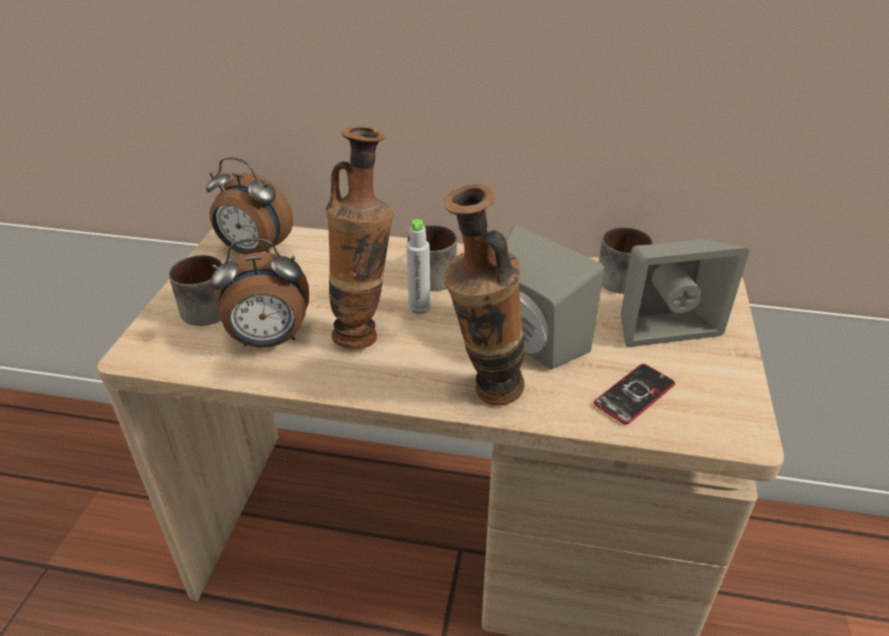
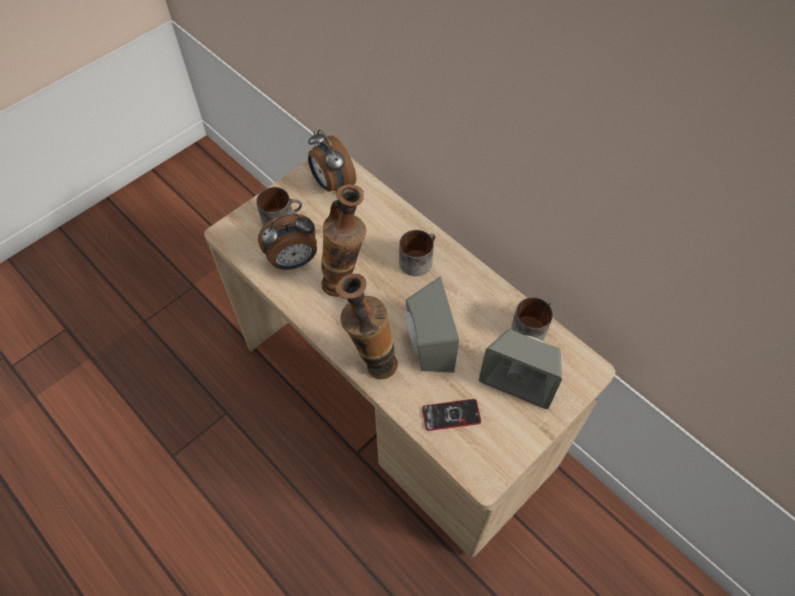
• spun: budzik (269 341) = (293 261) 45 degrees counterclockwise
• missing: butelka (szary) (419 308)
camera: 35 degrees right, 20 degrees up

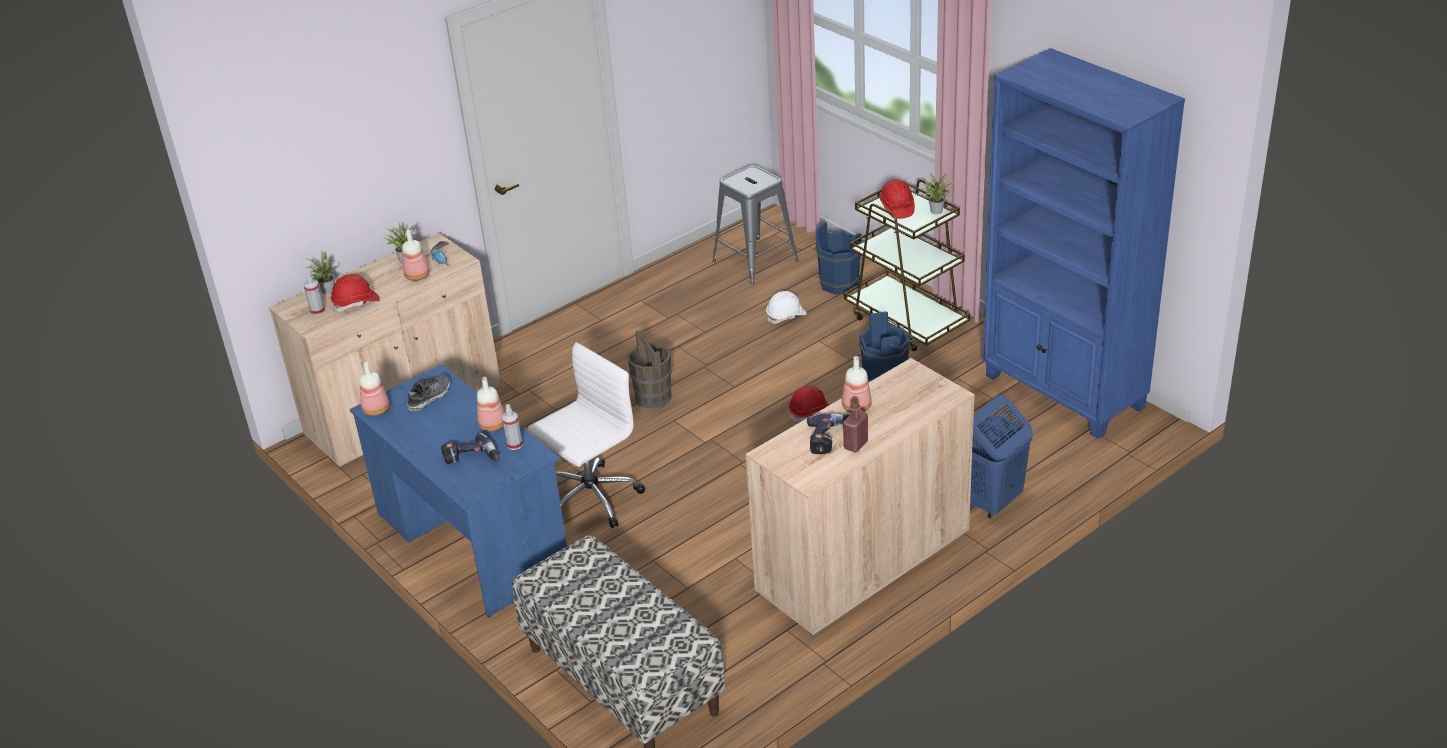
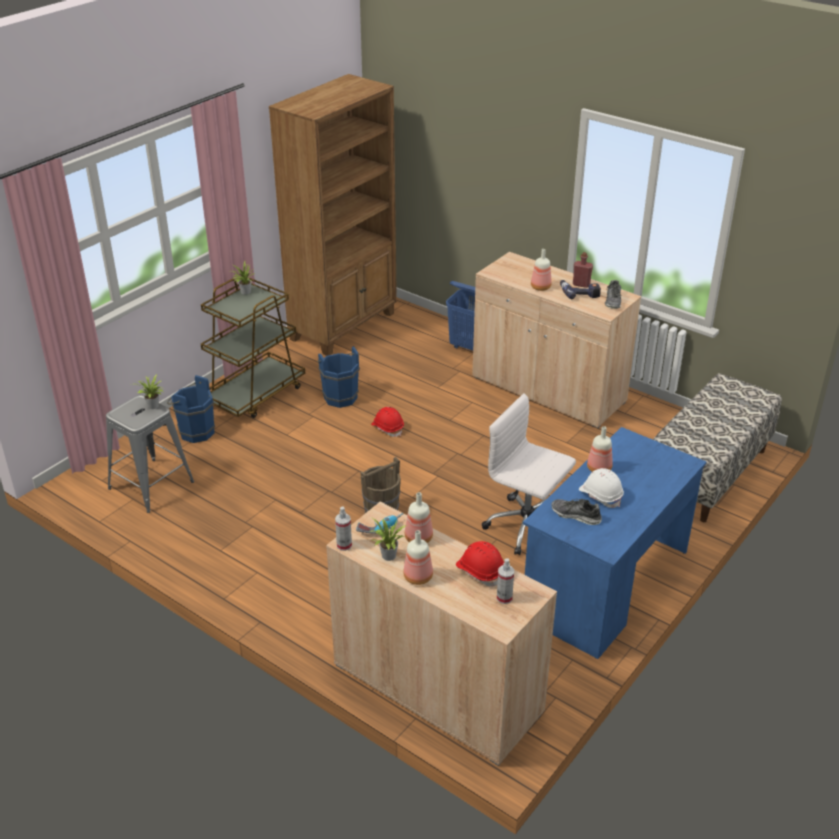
• relocated: roślina doniczkowa (327 291) to (153 406)
• colour: regał (niebieski) (1064 392) to regał (brązowy) (344 326)
• relocated: spryskiwacz (514 445) to (344 545)
• relocated: butelka (377 410) to (418 576)
• relocated: kask (biały) (786 316) to (600 495)
• appeared: but (613 301)
• missing: wiertarka (471 459)
• missing: kask (czerwony) (896 208)
camera: 105 degrees left, 0 degrees up

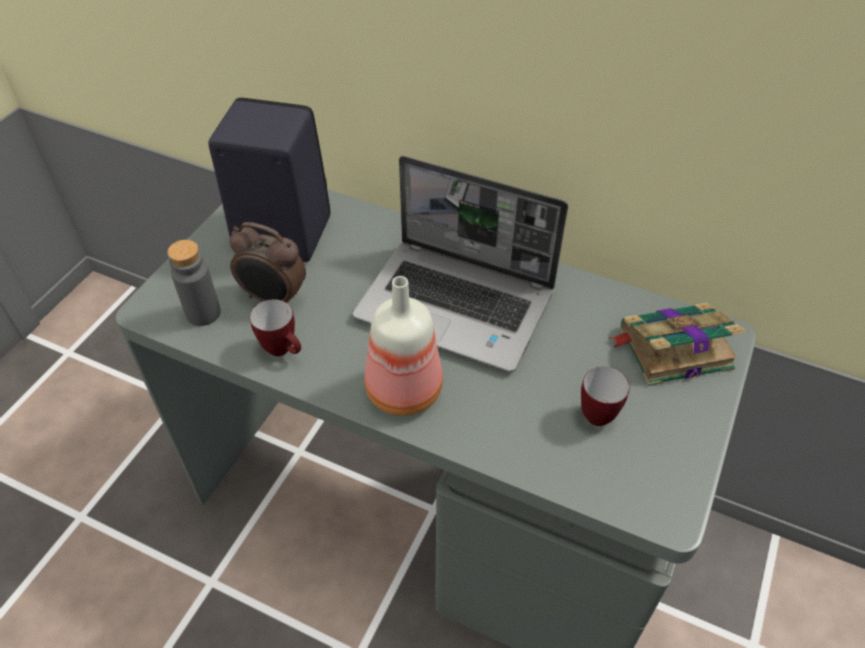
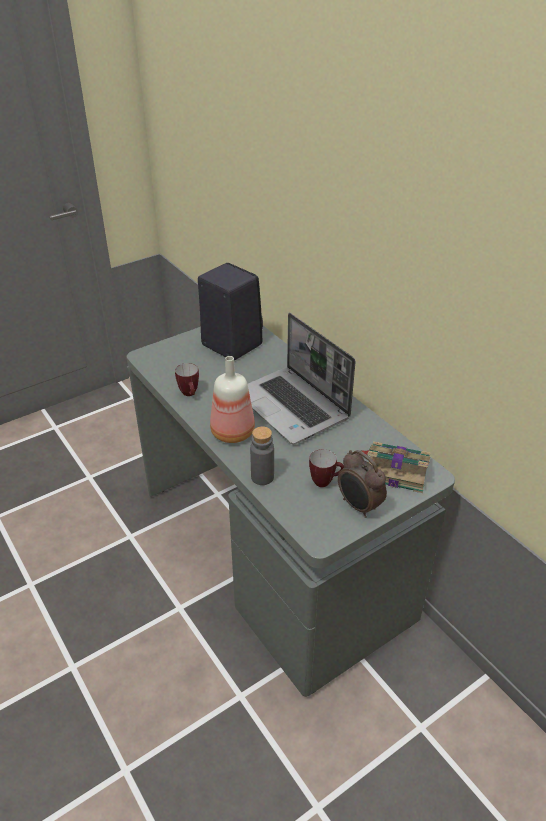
• relocated: butelka (szary) (203 313) to (262 477)
• relocated: budzik (273 298) to (358 506)
camera: 30 degrees right, 10 degrees down

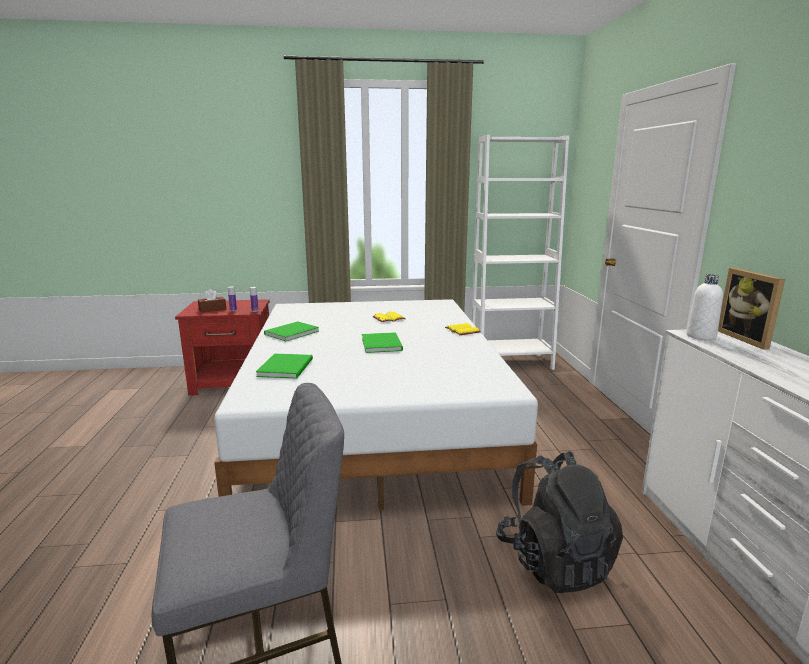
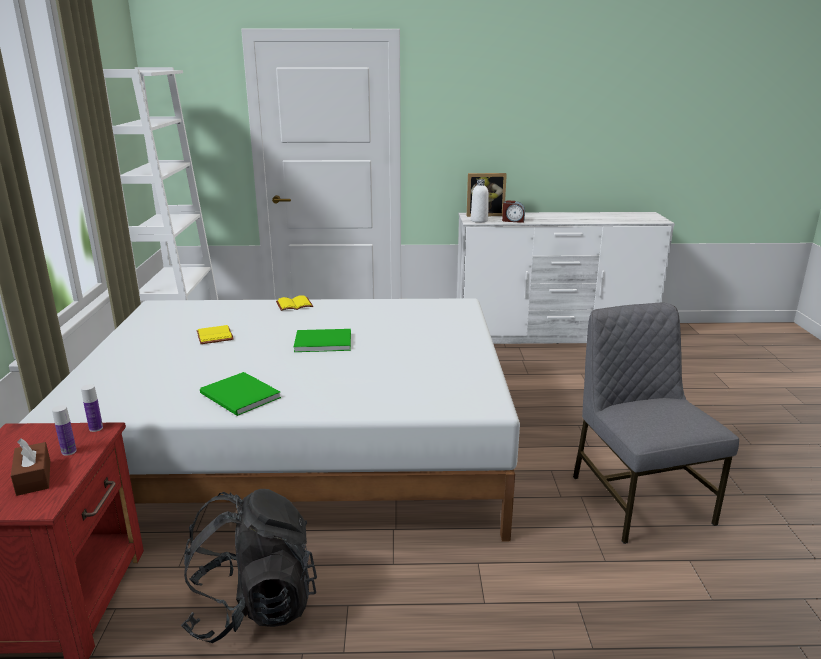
• relocated: plecak (czarny) (554 561) to (253 606)
• appeared: budzik (513 220)
• missing: książka (zielony) (287 367)
camera: 85 degrees left, 5 degrees up

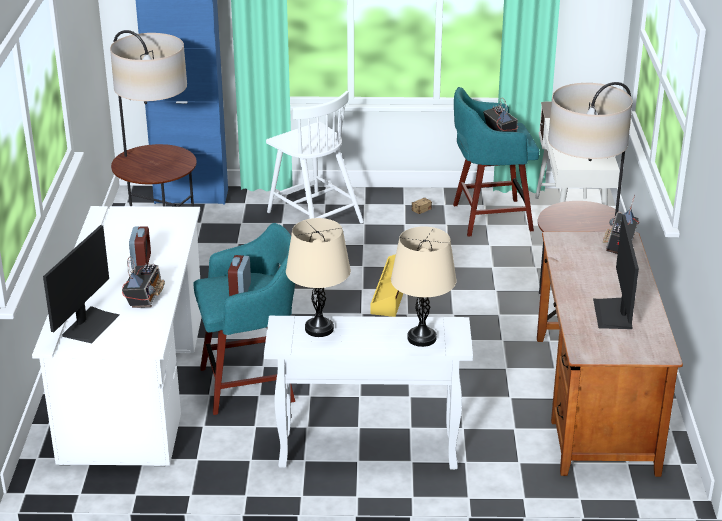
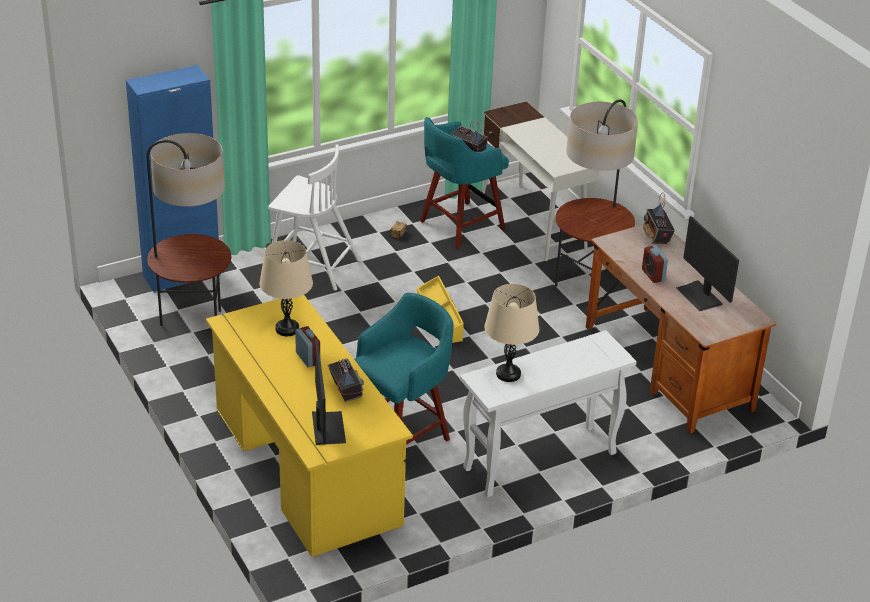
• colour: biurko (biały) (134 383) to biurko (żółty) (306 467)
• relocated: lampa stołowa (beżowy) (421 338) to (287 329)
• relocated: budzik (240 291) to (653 275)
camera: 30 degrees left, 5 degrees up

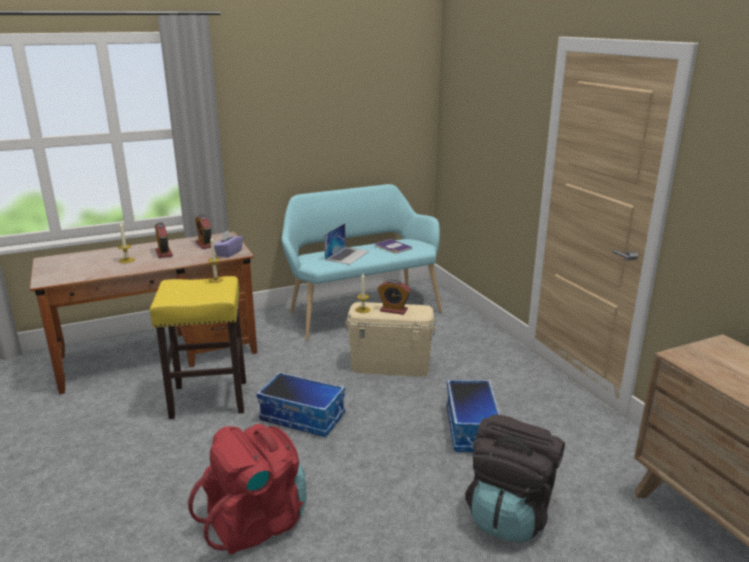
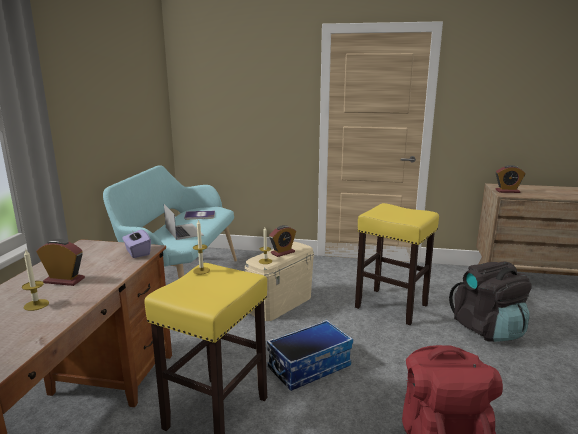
• exchanged: pojemnik do przechowywania (472 429) to stołek (żółty) (392 306)
• relocated: budzik (205 244) to (507 191)
camera: 55 degrees left, 5 degrees down

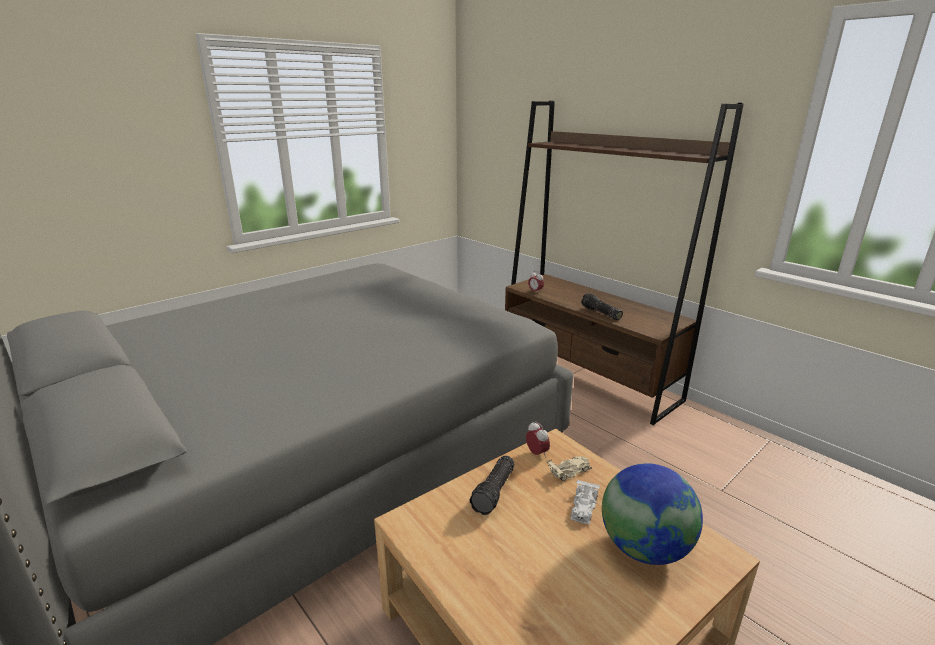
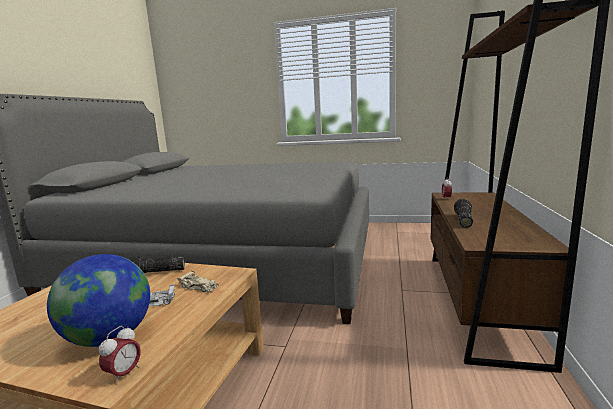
• relocated: budzik (537 453) to (124 374)
camera: 55 degrees right, 10 degrees down

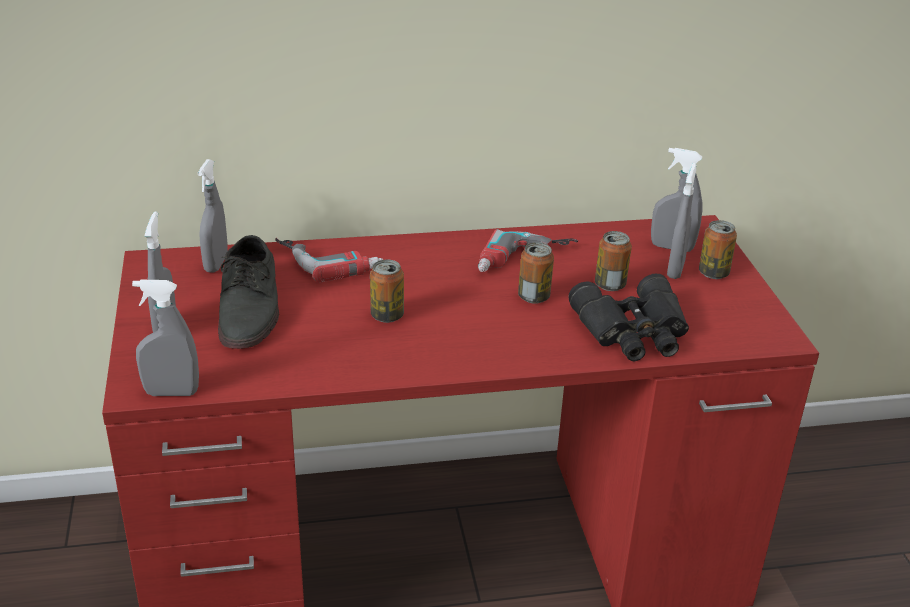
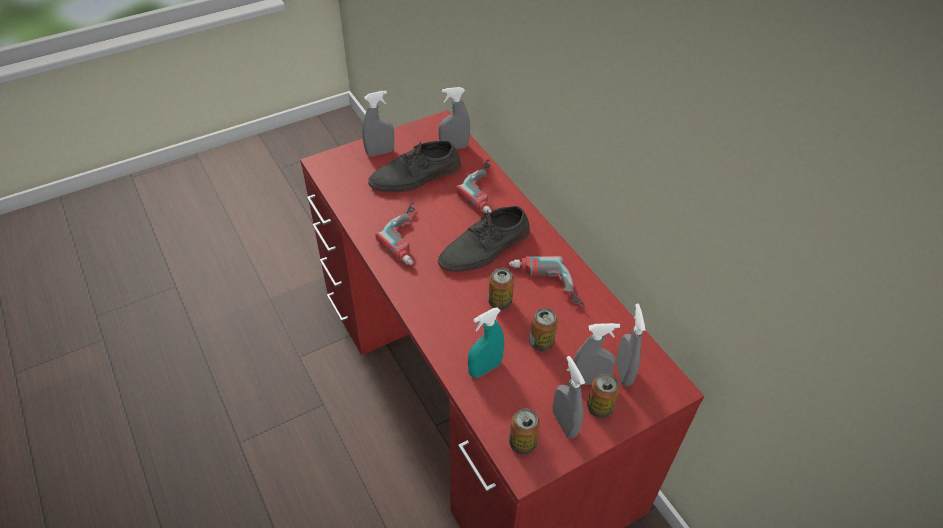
• appeared: wiertarka (411 237)
• appeared: but (szary) (485 248)
• exchanged: lornetka (czarny) (633 331) to spryskiwacz (turkusowy) (485 368)
• relocated: puszka (387 315) to (522 443)
• relocated: spryskiwacz (szary) (171 393) to (564 423)
camera: 70 degrees right, 15 degrees up

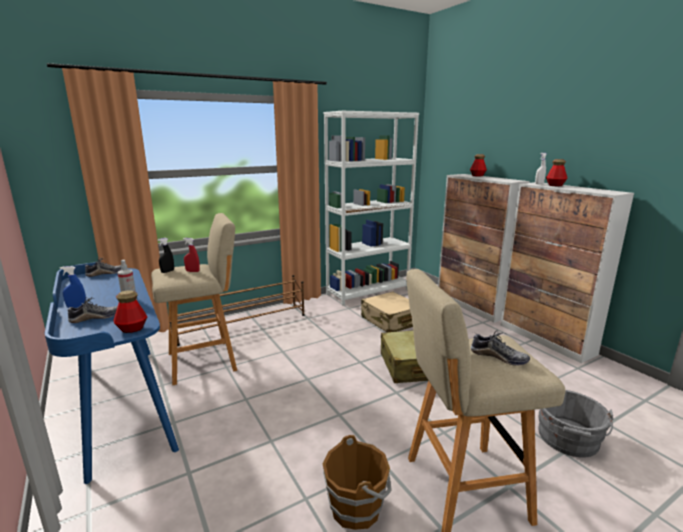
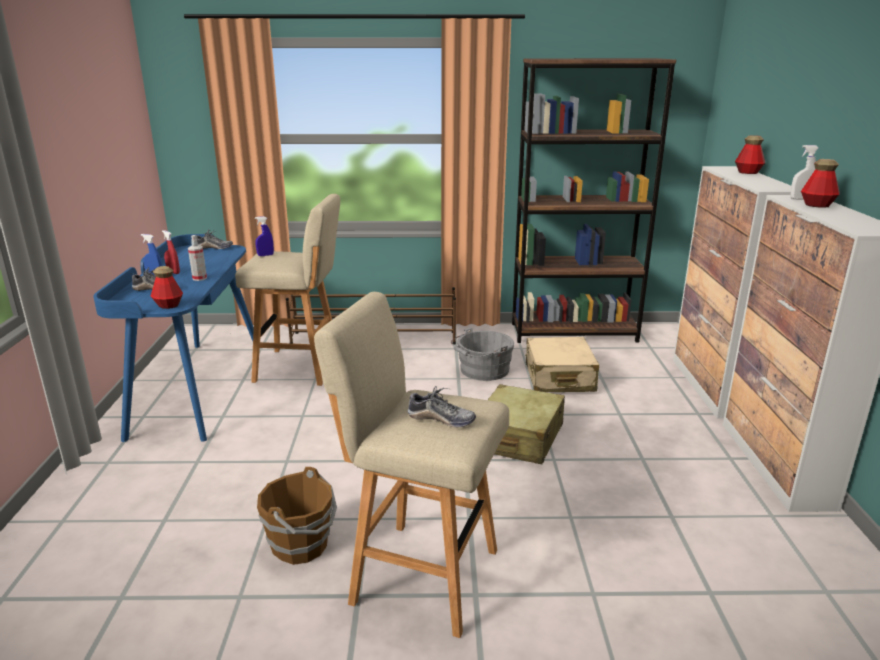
• relocated: spryskiwacz (czerwony) (192 271) to (173 272)
• colour: spryskiwacz (czarny) (167 271) to spryskiwacz (niebieski) (265 255)
• spun: but (498 357) = (441 419) 45 degrees counterclockwise
• relocated: wiadro (szary) (568 440) to (482 370)
• colour: regał (biały) (368 291) to regał (brązowy) (574 332)
camera: 30 degrees right, 5 degrees up

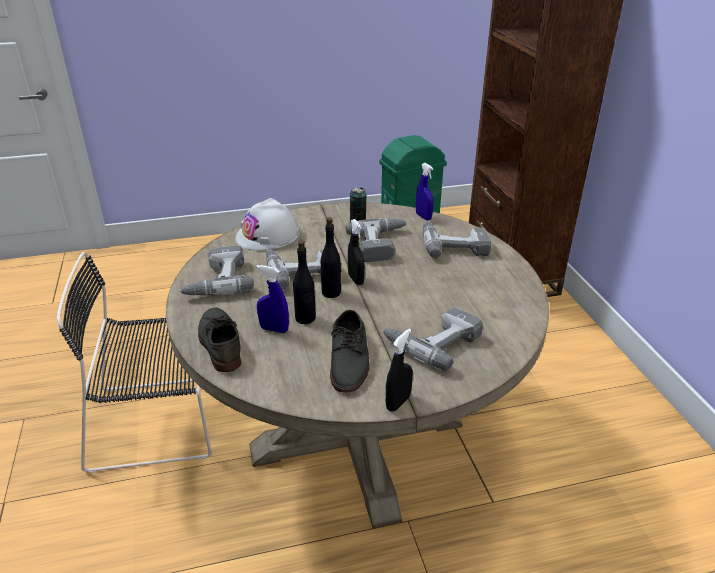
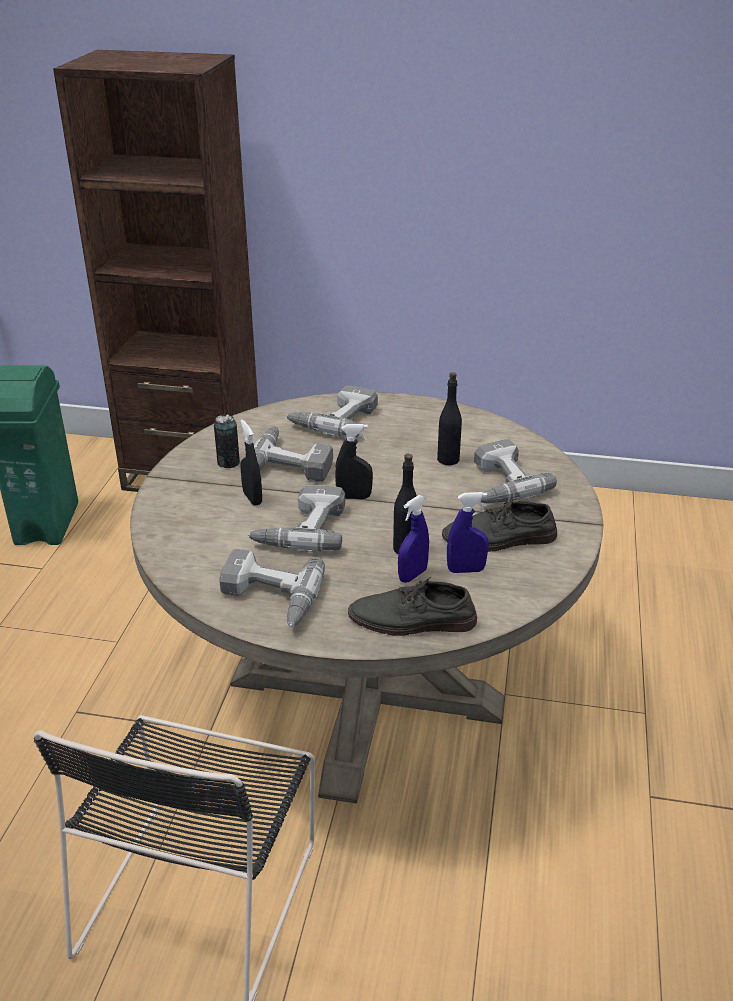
• relocated: spryskiwacz (czarny) (398 402) to (252 498)
• relocated: butelka (czarny) (331 292) to (448 459)
• spun: but (szary) (350 360) = (499 538) 150 degrees clockwise
• relocated: spryskiwacz (niebieski) (423 217) to (466 570)
• missing: kask (biały) (268 235)
camera: 65 degrees left, 0 degrees up

